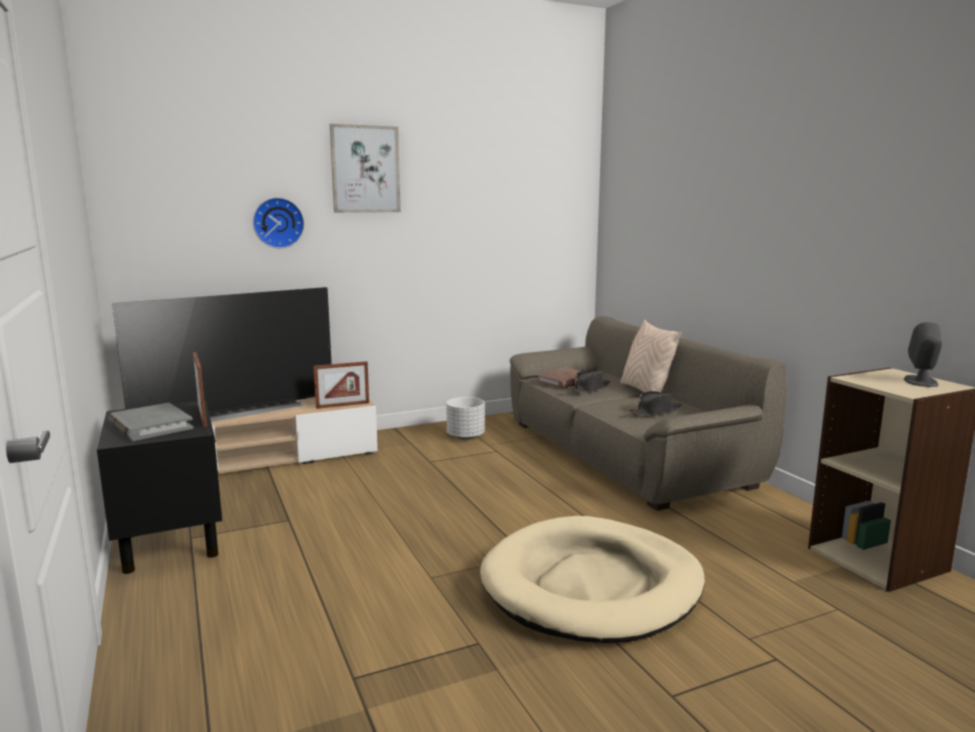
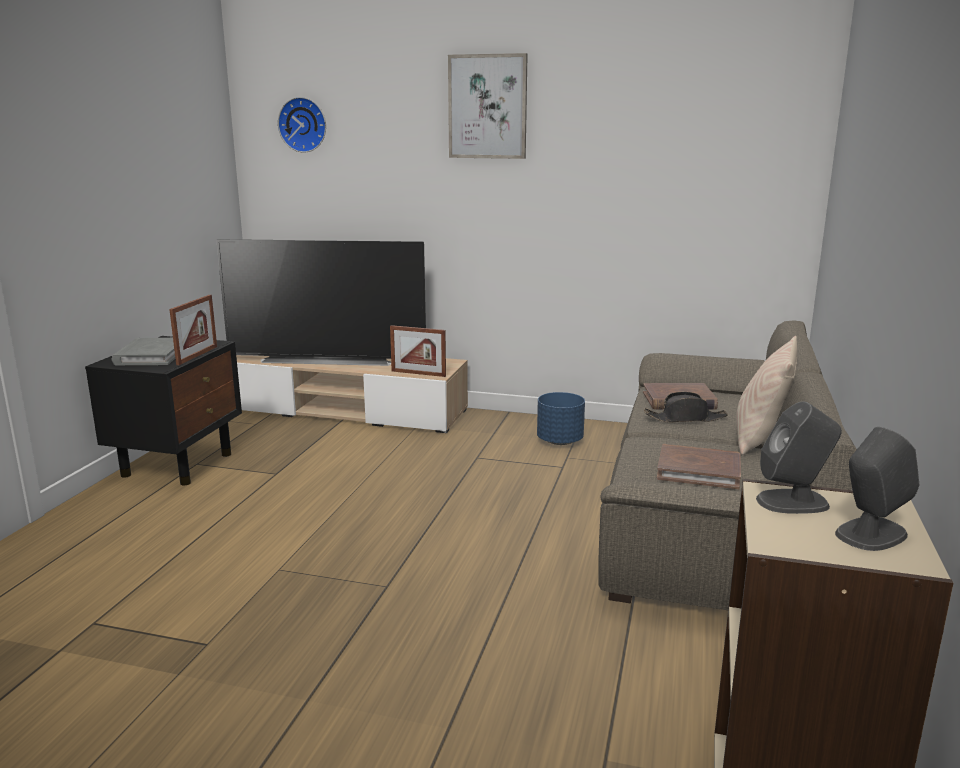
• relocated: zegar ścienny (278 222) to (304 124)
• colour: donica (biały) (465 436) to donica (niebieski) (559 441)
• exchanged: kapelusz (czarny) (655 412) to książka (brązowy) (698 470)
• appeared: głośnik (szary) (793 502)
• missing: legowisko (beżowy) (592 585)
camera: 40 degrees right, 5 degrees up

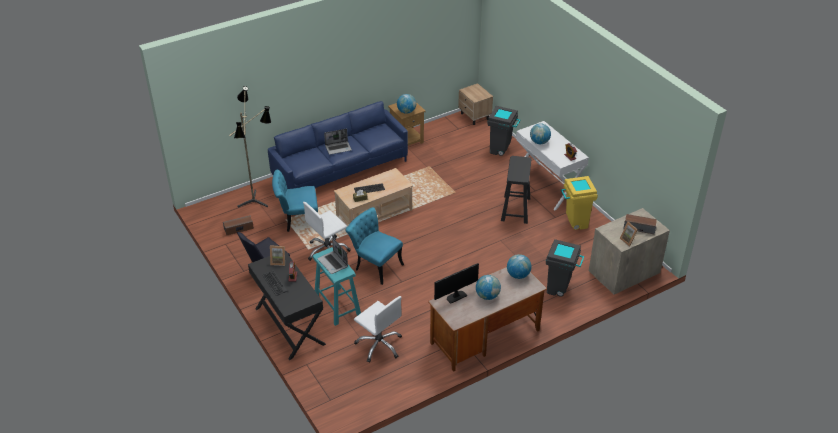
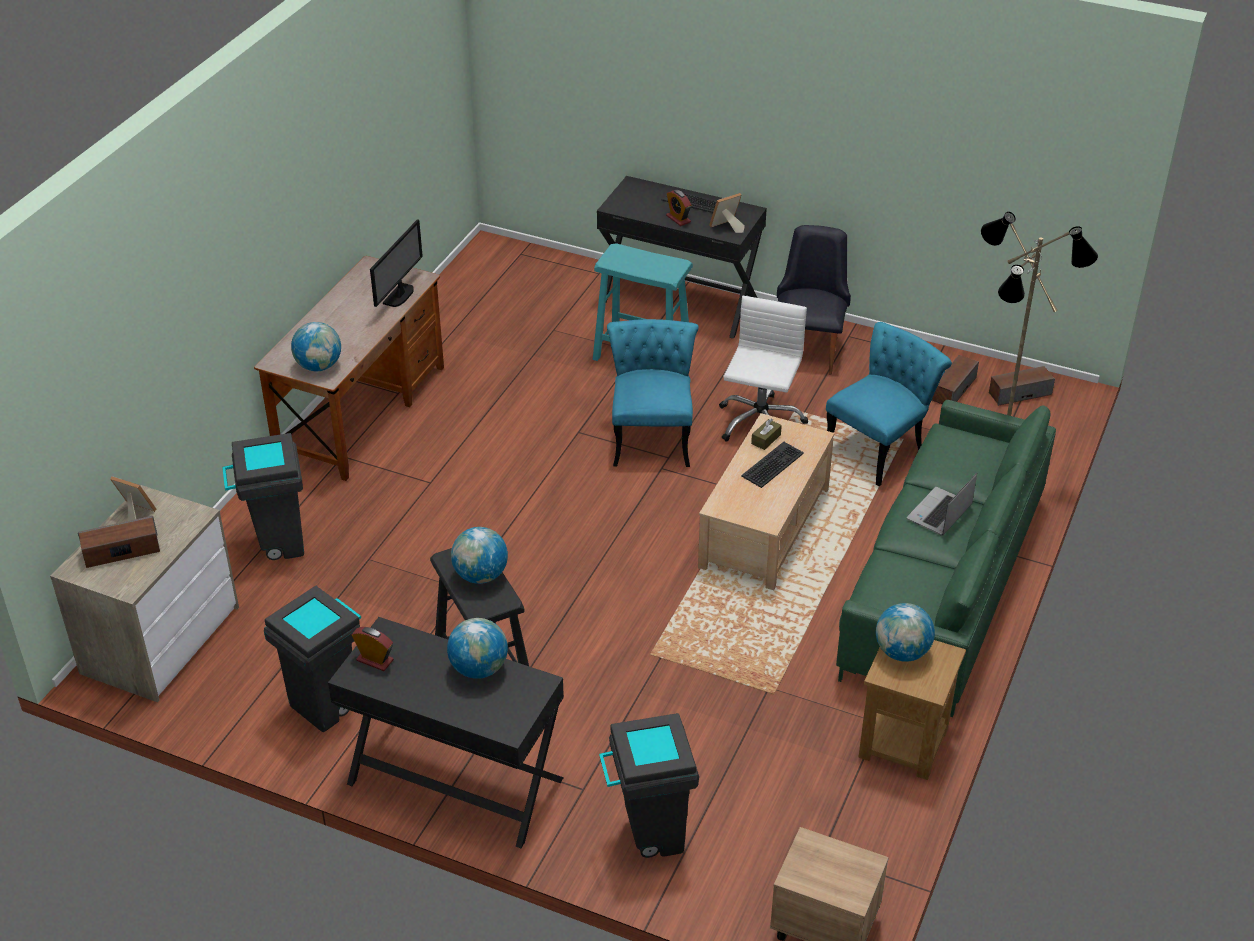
• colour: kosz na śmieci (żółty) (574 223) to kosz na śmieci (szary) (327 705)
• colour: biurko (biały) (547 186) to biurko (czarny) (454 782)
• relocated: globus (487 296) to (480 575)
• spun: krzesło (turkusowy) (375 265) = (651 436) 90 degrees counterclockwise
• colour: kanapa (niebieski) (341 170) to kanapa (zielony) (940 585)
• appeared: głośnik (1019 393)
• missing: laptop (333 263)
• missing: krzesło biurowe (biały) (379 345)
camera: 145 degrees right, 0 degrees up

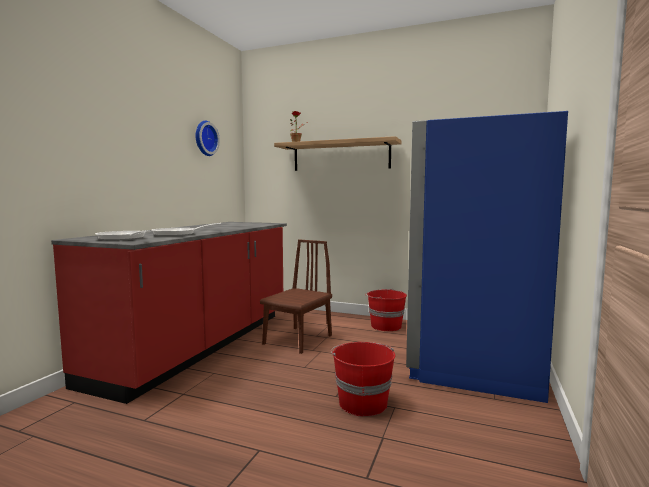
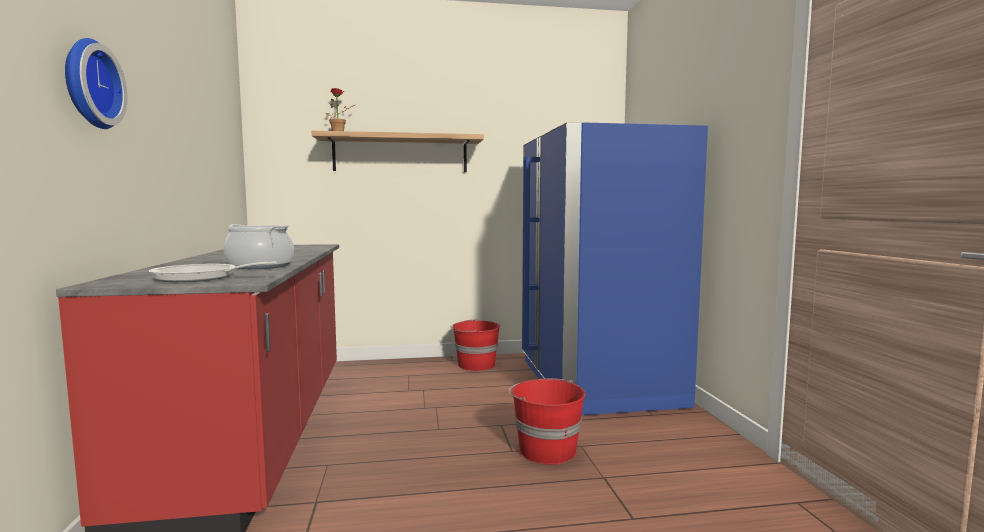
• relocated: zegar ścienny (204 138) to (88 84)
• exchanged: patelnia (178 234) to garnek (260 266)
• missing: krzesło (brązowy) (298 339)
camera: 30 degrees left, 0 degrees up

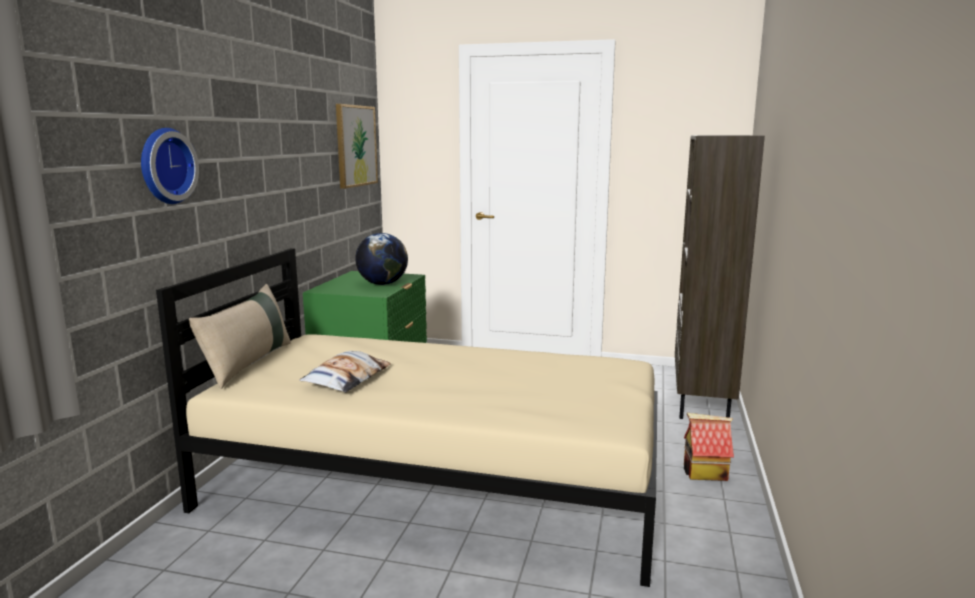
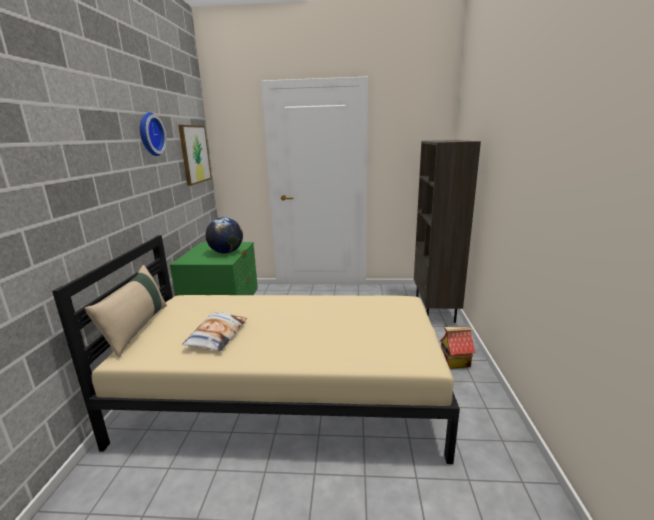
• relocated: zegar ścienny (164 166) to (149 134)
camera: 10 degrees left, 5 degrees up

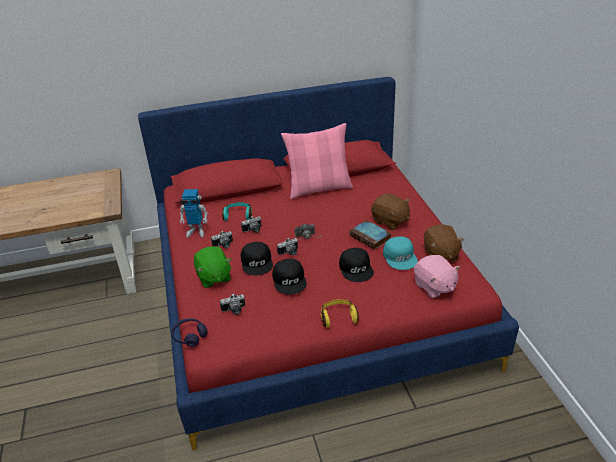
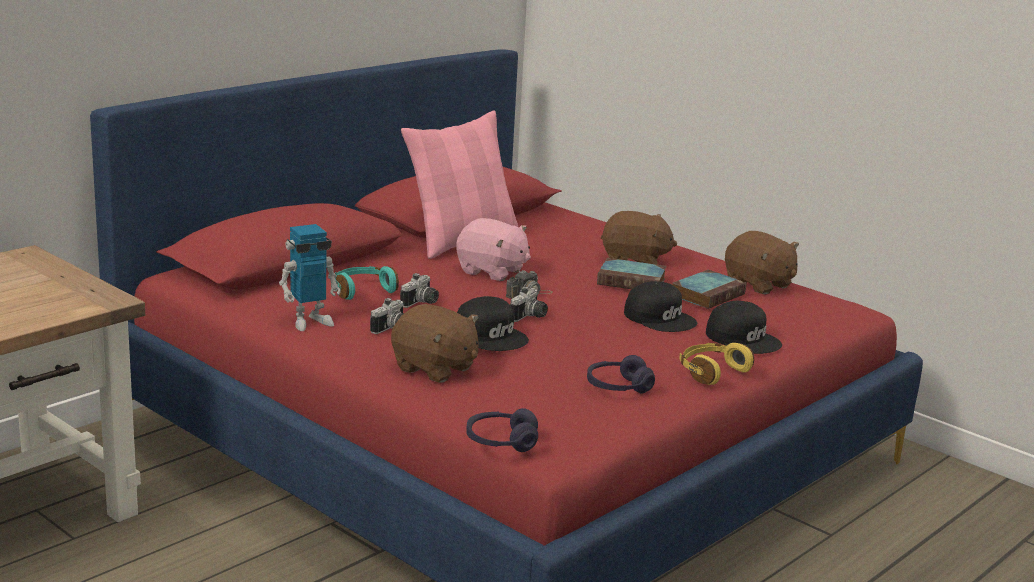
• colour: pluszak (zielony) (213 277) to pluszak (brązowy) (434 368)
• relocated: pluszak (różowy) (434 287) to (492 271)
• appeared: słuchawki (fioletowy) (618 387)
• exchanged: czapka z daszkiem (turkusowy) (400 257) to książka (708 294)
• relocated: czapka z daszkiem (czarny) (290 280) to (743 338)
• missing: aparat fotograficzny (234 310)
camera: 35 degrees left, 15 degrees down

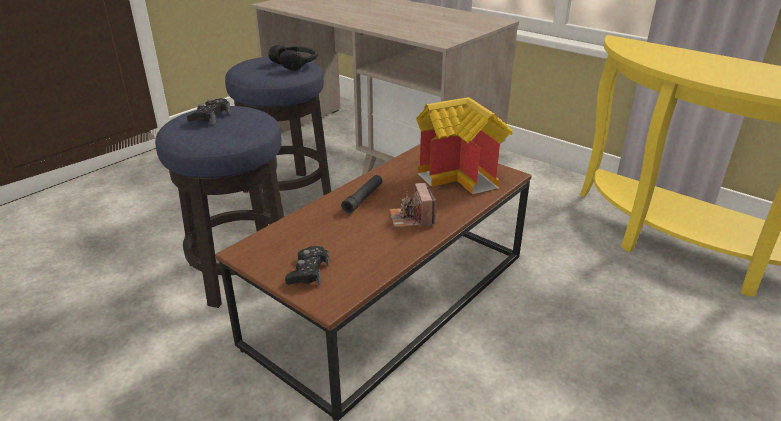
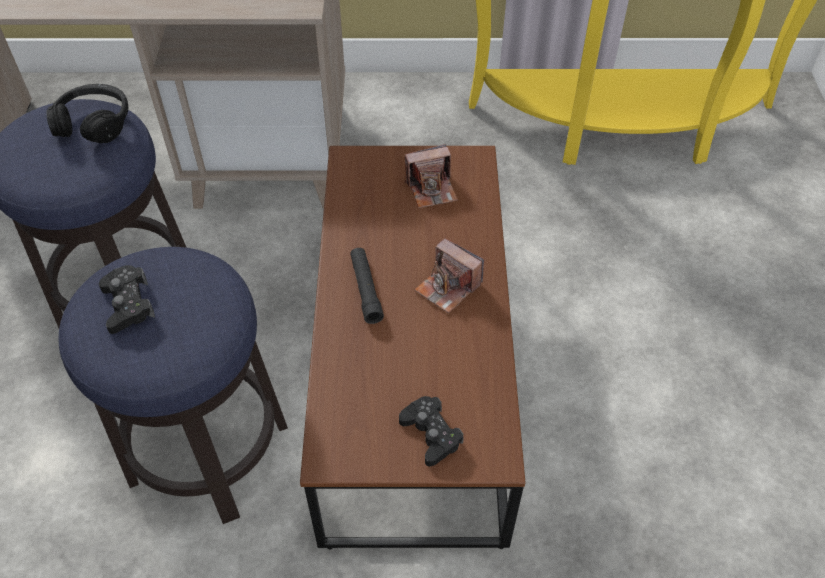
• exchanged: domek (462 176) to aparat fotograficzny (431 189)
camera: 40 degrees left, 20 degrees up

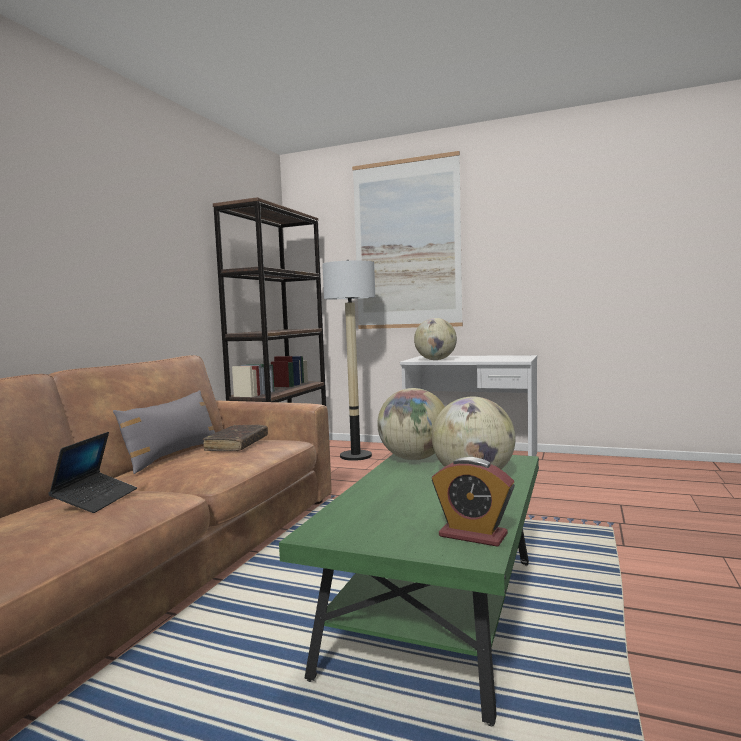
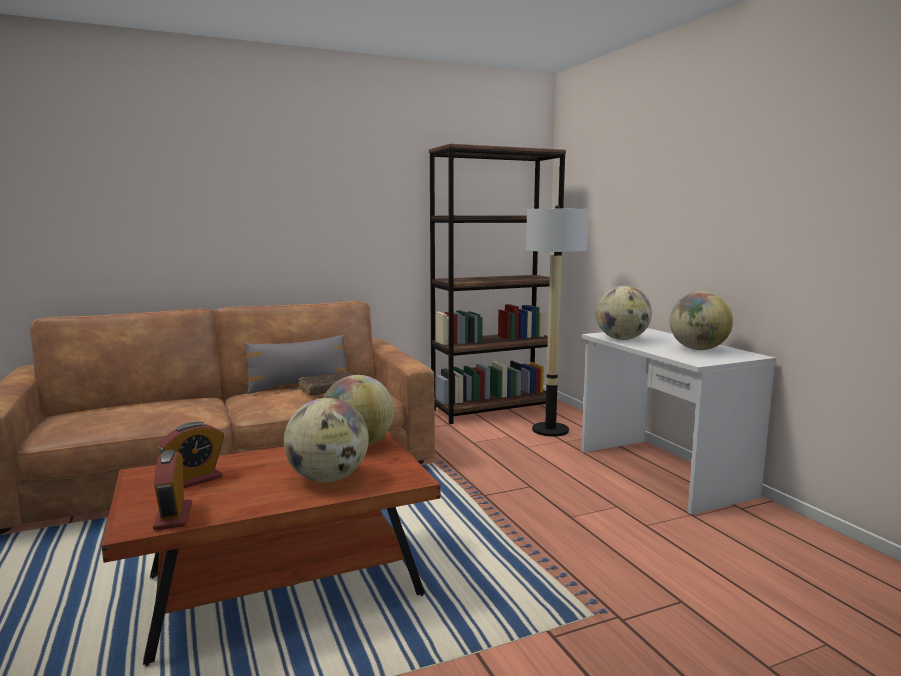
• colour: ława (zielony) (437 614) to ława (brązowy) (283 587)
• appeared: budzik (195 480)
• appeared: globus (698 349)
• missing: laptop (96 499)
• missing: obraz (406 244)
camera: 45 degrees right, 5 degrees up

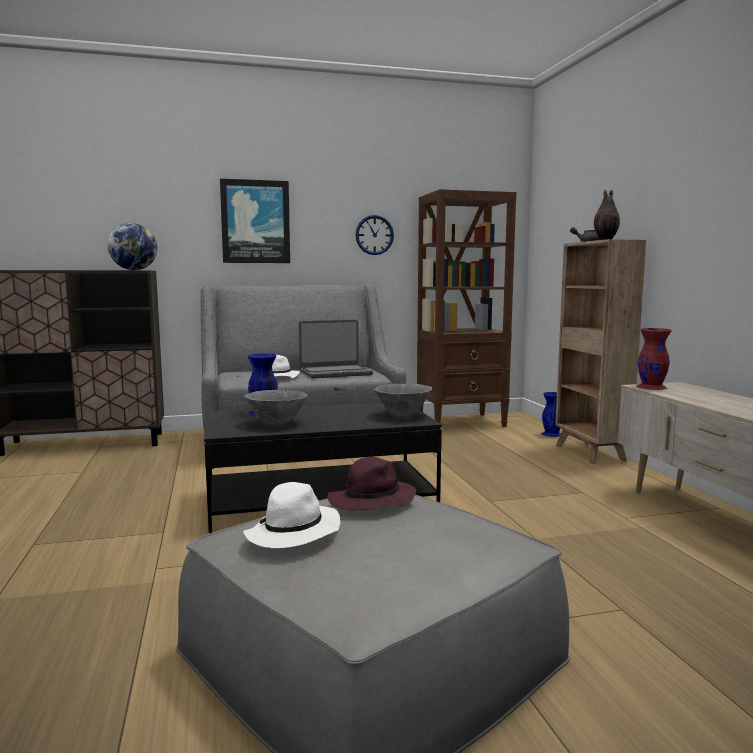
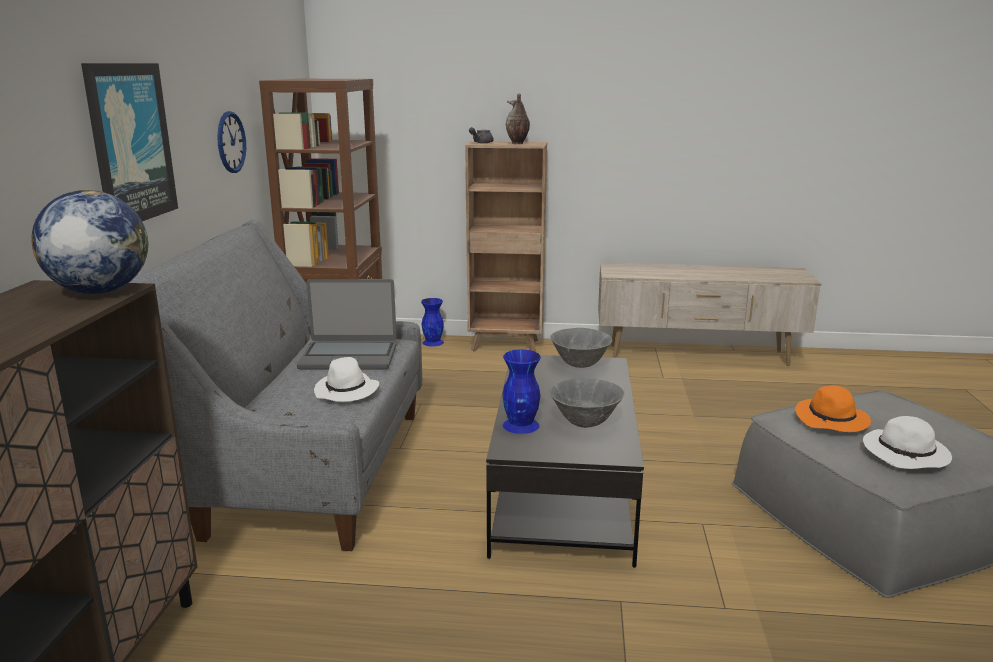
• spun: laptop (335 373) = (349 356) 90 degrees clockwise
• colour: kapelusz (fioletowy) (371 502) to kapelusz (pomarańczowy) (832 420)
• missing: wazon (czerwony) (652 387)
camera: 70 degrees left, 10 degrees up

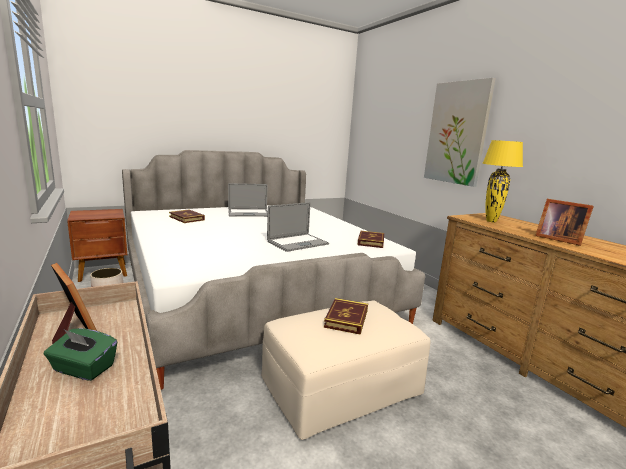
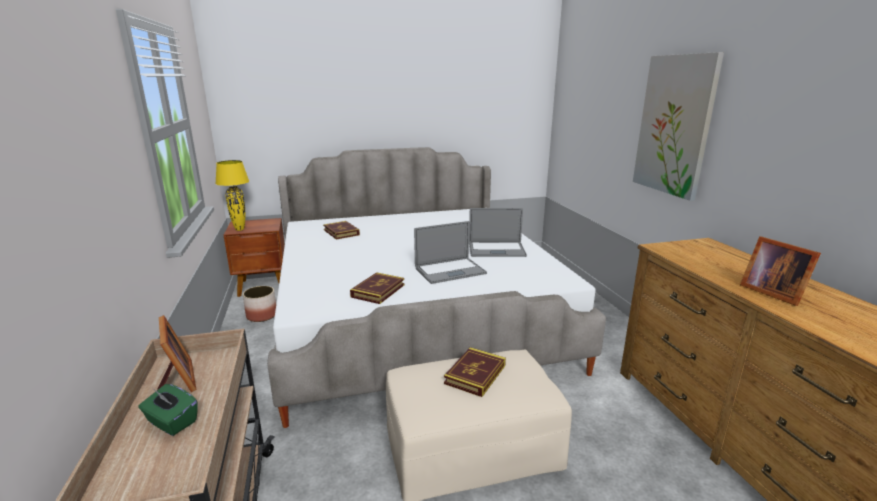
• relocated: lampa stołowa (żółty) (490 221) to (239 229)
• relocated: książka (371 241) to (378 291)
• relocated: laptop (248 213) to (496 250)
camera: 15 degrees right, 5 degrees up

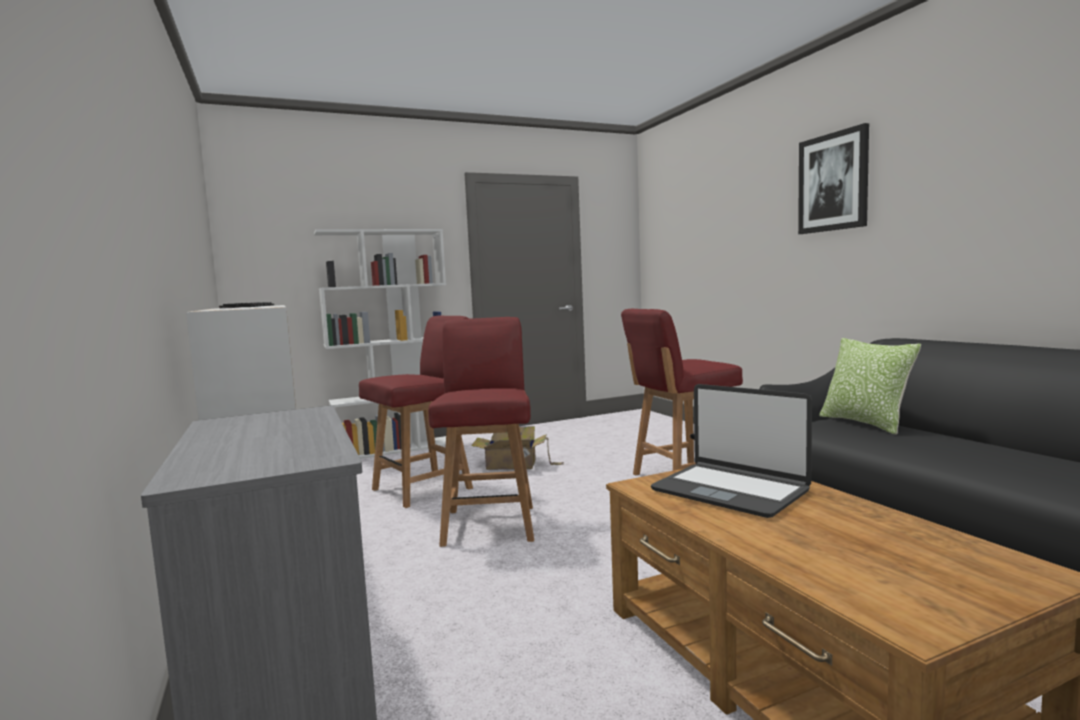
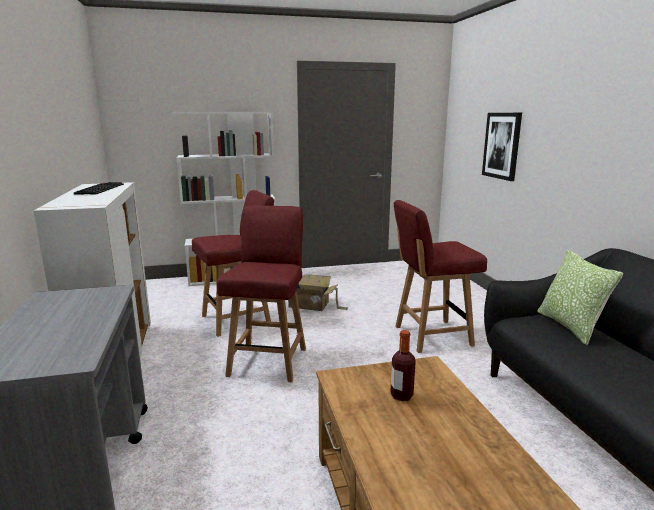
• exchanged: laptop (730 490) to butelka (401 395)
• relocated: obraz (833 182) to (502 145)
camera: 10 degrees right, 10 degrees up

